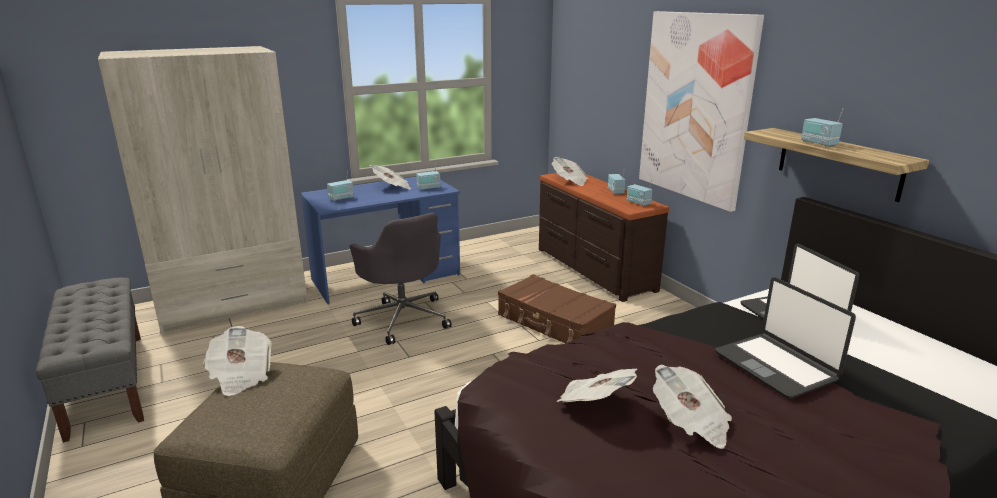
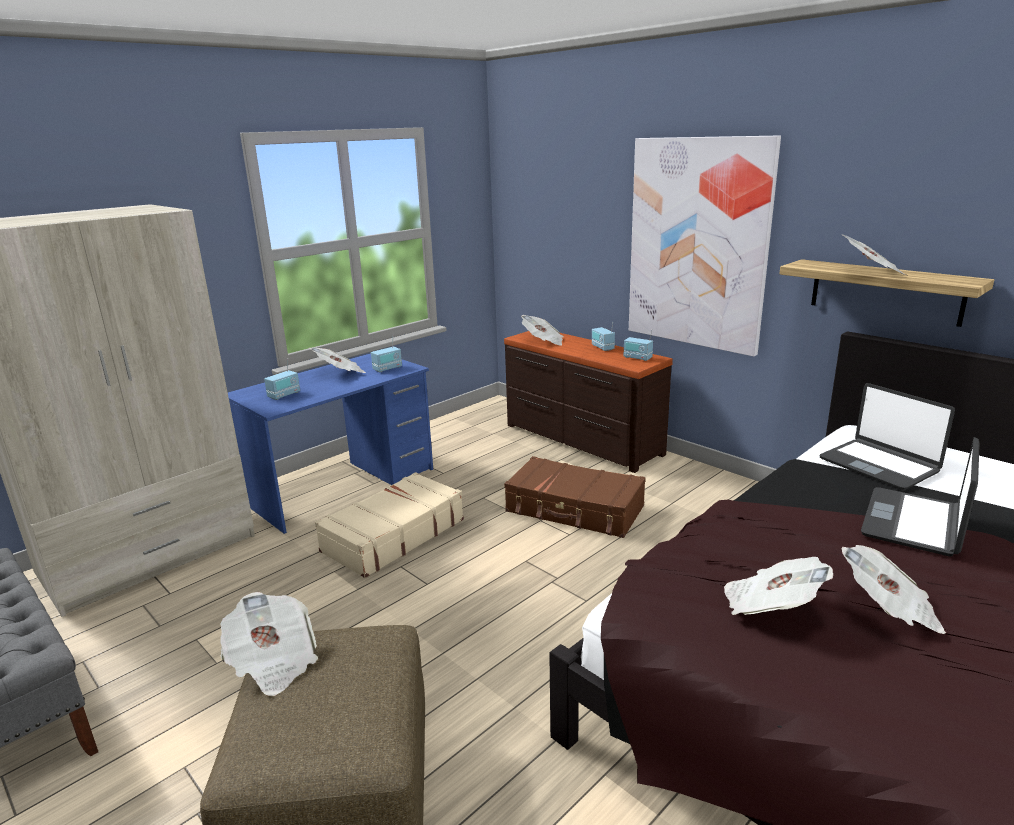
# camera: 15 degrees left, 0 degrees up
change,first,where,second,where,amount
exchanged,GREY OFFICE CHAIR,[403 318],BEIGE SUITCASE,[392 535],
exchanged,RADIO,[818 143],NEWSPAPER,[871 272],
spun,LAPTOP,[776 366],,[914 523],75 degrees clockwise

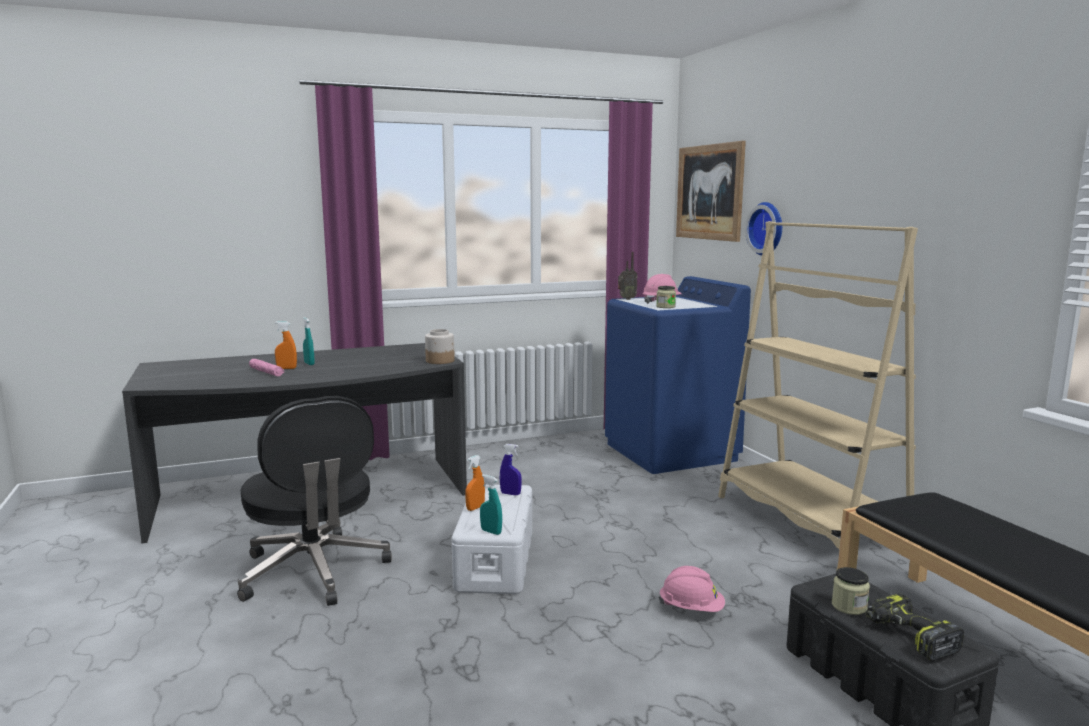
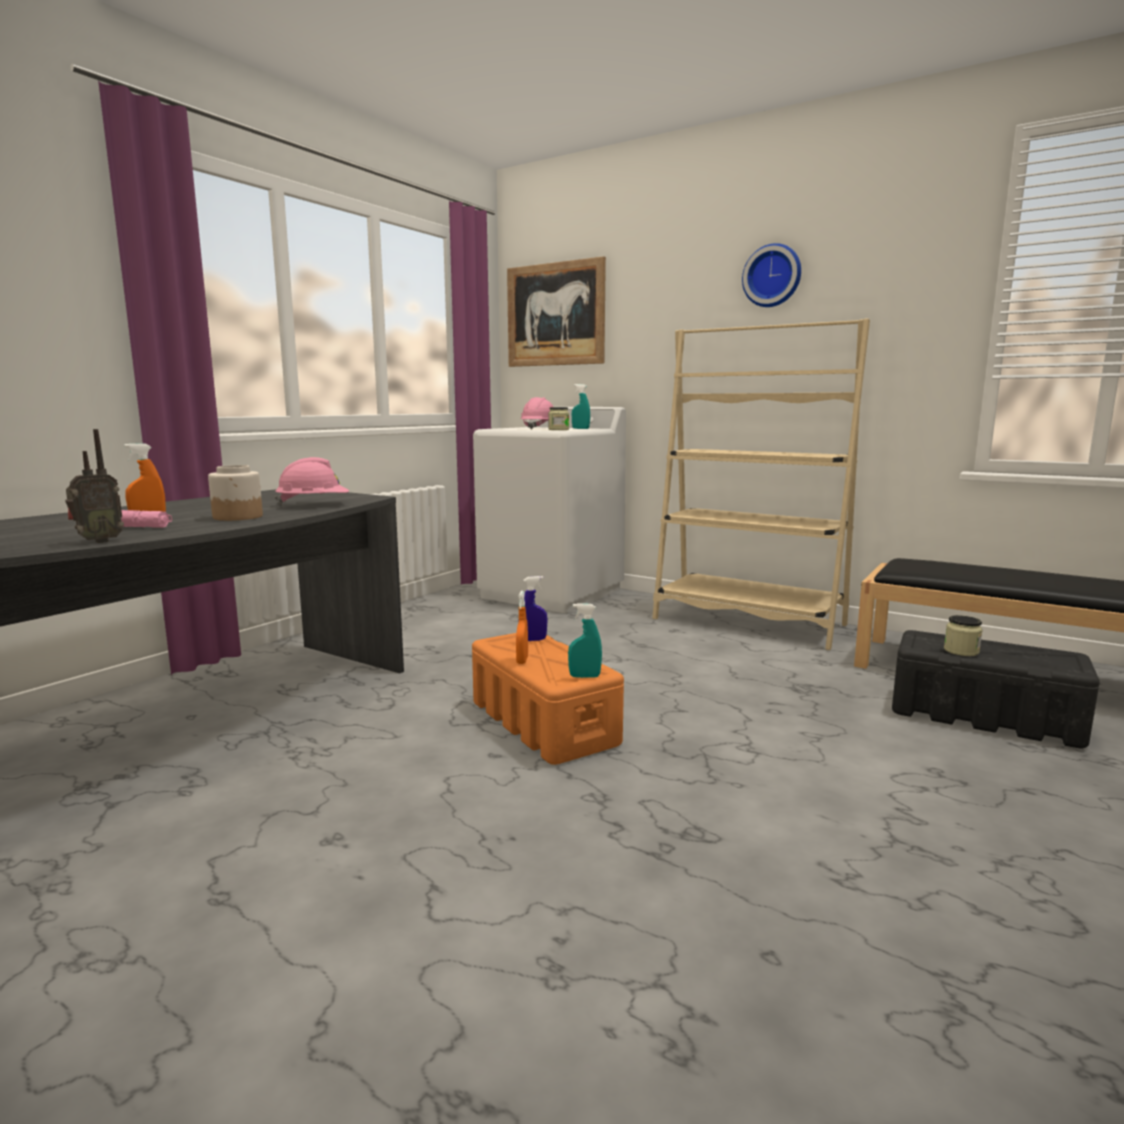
# camera: 35 degrees left, 0 degrees up
change,first,where,second,where,amount
missing,BLACK OFFICE CHAIR,[314 571],,,
missing,POWER DRILL,[908 637],,,
relocated,TURQUOISE SPRAY BOTTLE,[309 364],,[580 429],
relocated,JAR,[440 361],,[238 517],
relocated,RADIO,[626 299],,[97 541],
relocated,PINK HARD HAT,[691 609],,[314 505],
relocated,WALL CLOCK,[768 228],,[772 276],
colour,WHITE STORAGE BOX,[495 560],ORANGE STORAGE BOX,[542 722],
colour,BLUE WASHING MACHINE,[671 452],WHITE WASHING MACHINE,[552 593],

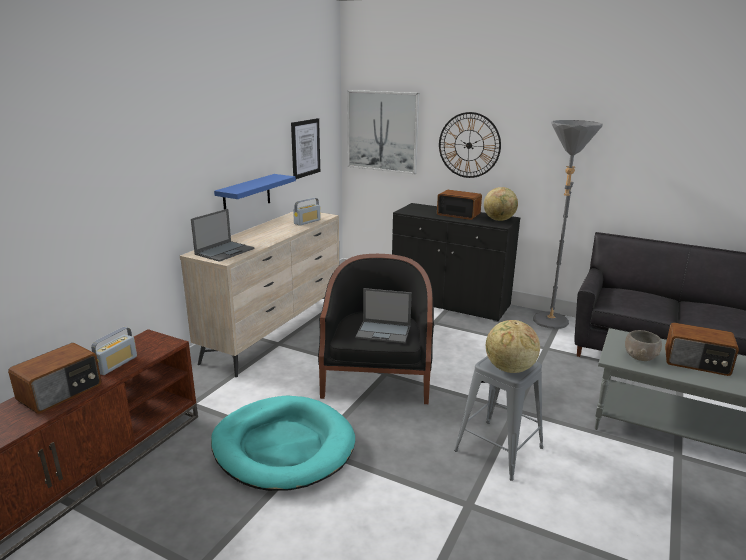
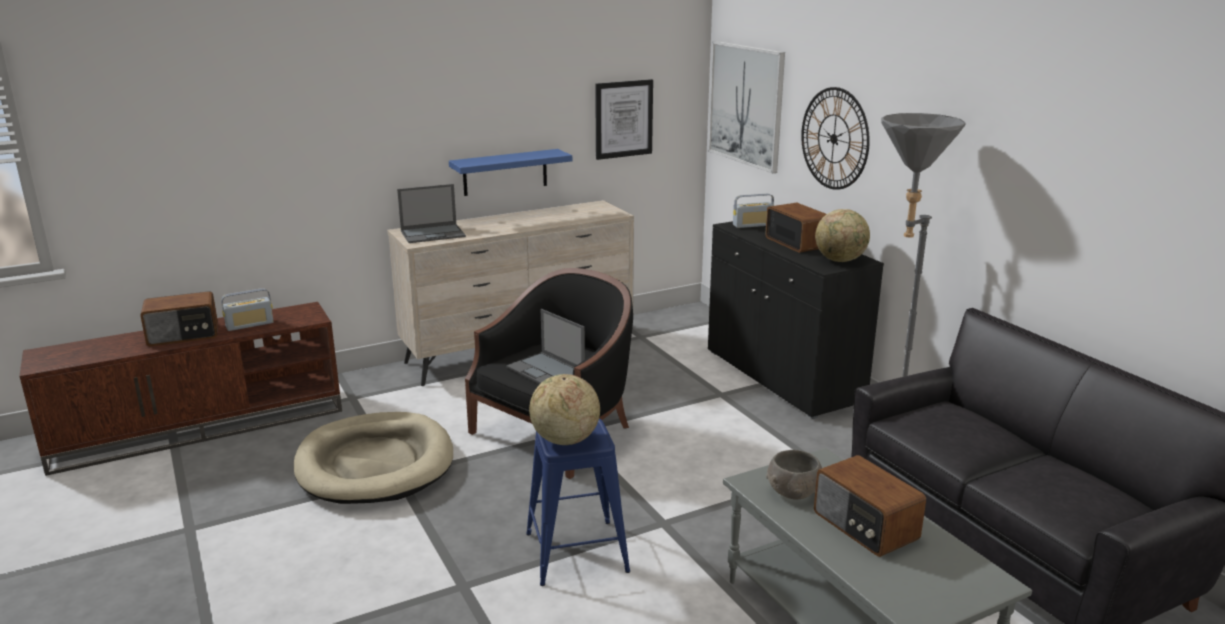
# camera: 35 degrees right, 0 degrees up
change,first,where,second,where,amount
relocated,RADIO,[307 222],,[752 225],
colour,TURQUOISE DOG BED,[283 446],BEIGE DOG BED,[375 464],
colour,GREY STOOL,[498 449],BLUE STOOL,[576 552],

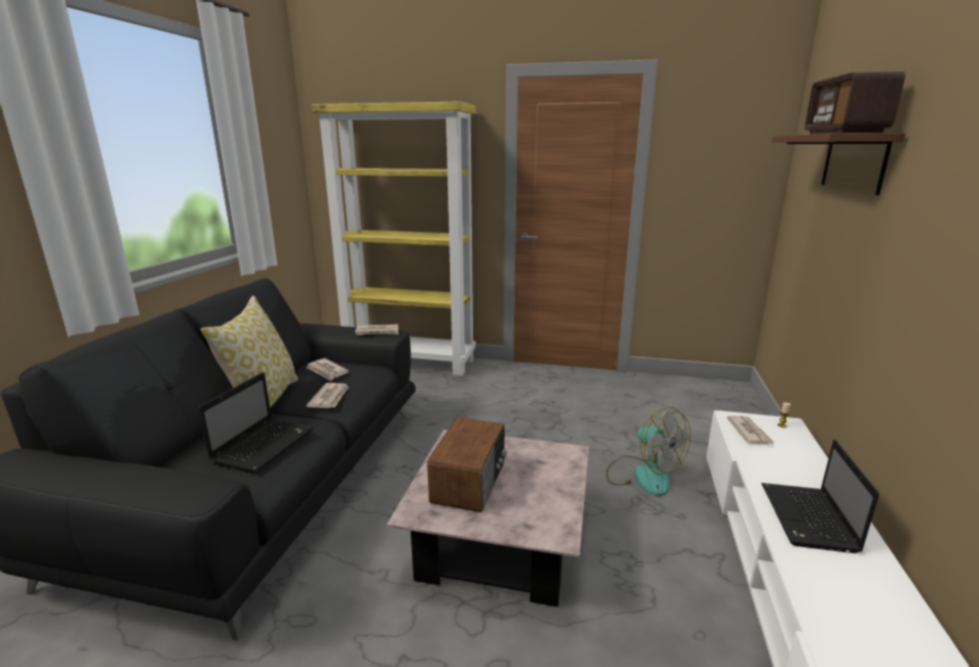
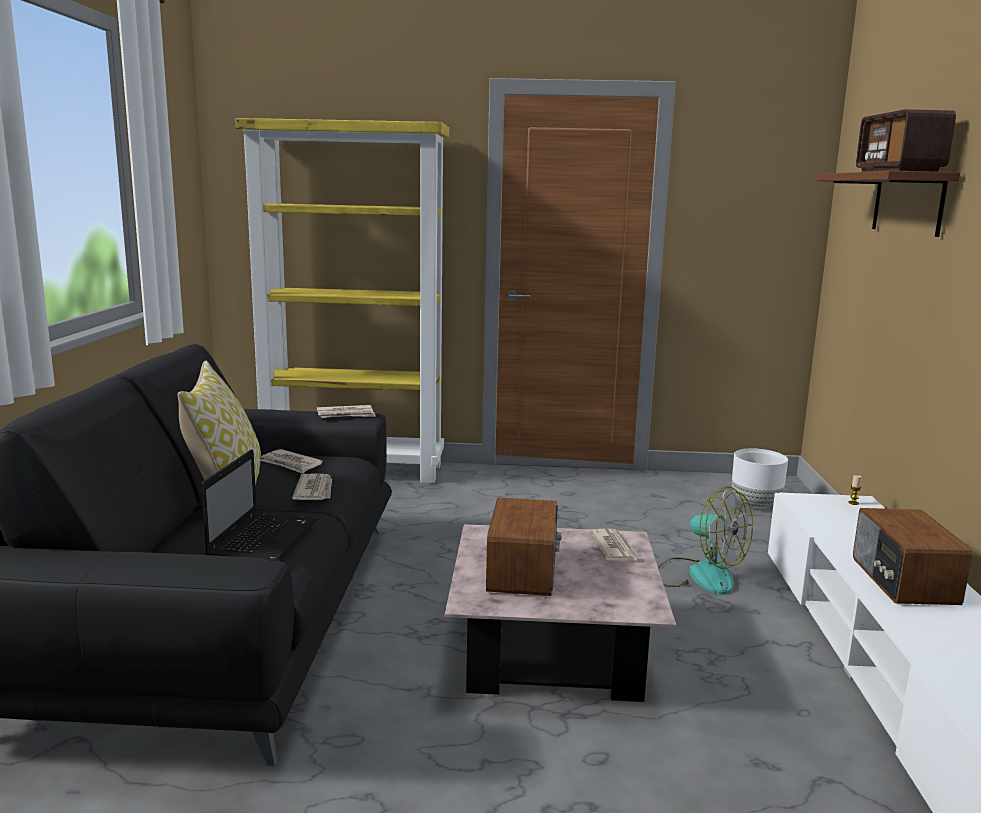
# camera: 10 degrees left, 5 degrees down
change,first,where,second,where,amount
appeared,,,WHITE PLANTER,[754 505],
relocated,NEWSPAPER,[749 432],,[613 548],
exchanged,LAPTOP,[809 519],RADIO,[902 581],

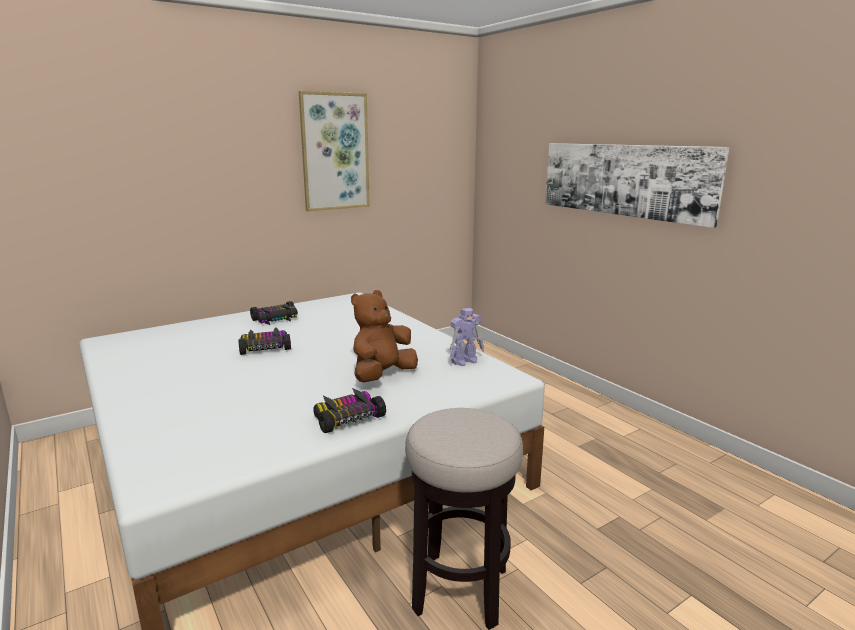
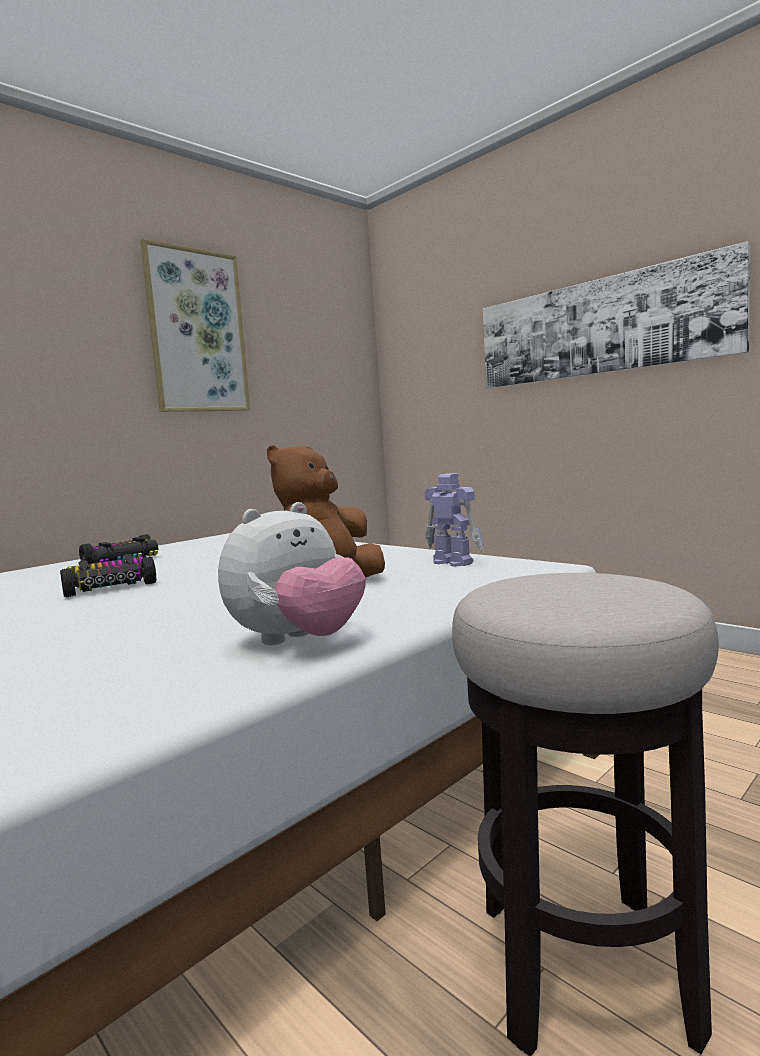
# camera: 10 degrees left, 10 degrees down
change,first,where,second,where,amount
exchanged,TOY CAR,[348 418],PLUSH TOY,[298 641],
spun,TOY ROBOT,[465 361],,[452 562],90 degrees counterclockwise

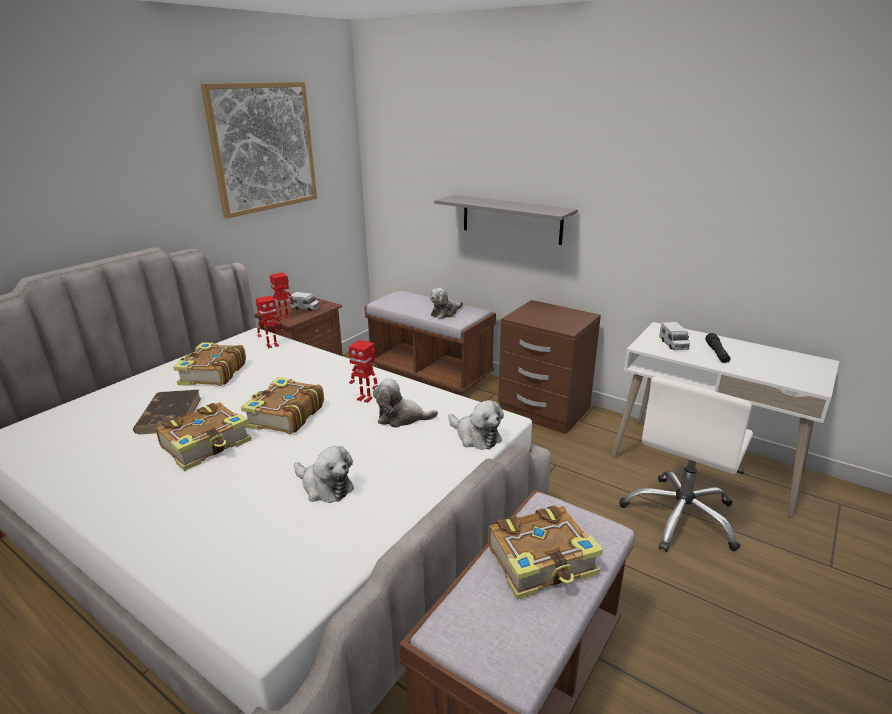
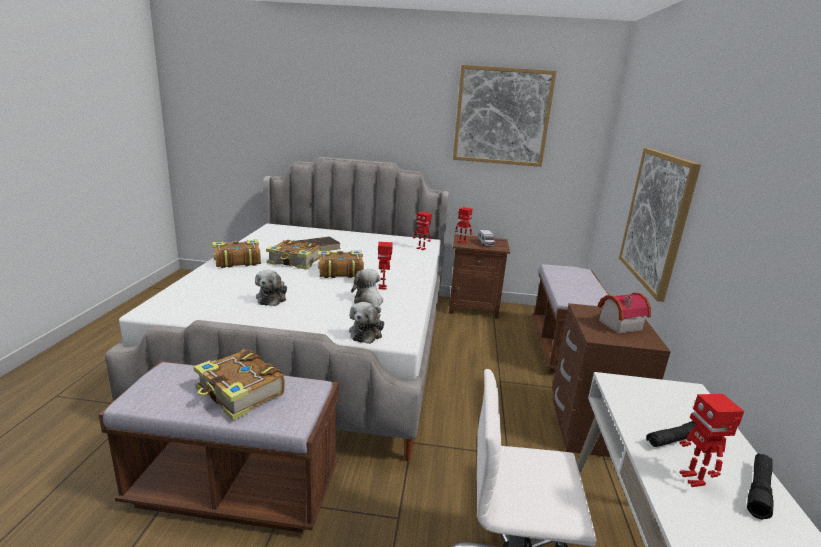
# camera: 60 degrees right, 5 degrees down
change,first,where,second,where,amount
missing,PLUSH TOY,[445 313],,,
missing,TOY TRUCK,[673 344],,,
appeared,,,TOY HOUSE,[617 324],
appeared,,,TOY ROBOT,[693 479],
appeared,,,BLACK FLASHLIGHT,[758 490],
relocated,BOOK,[212 374],,[236 261],
exchanged,GREY SHELF,[511 219],PICTURE,[656 219],

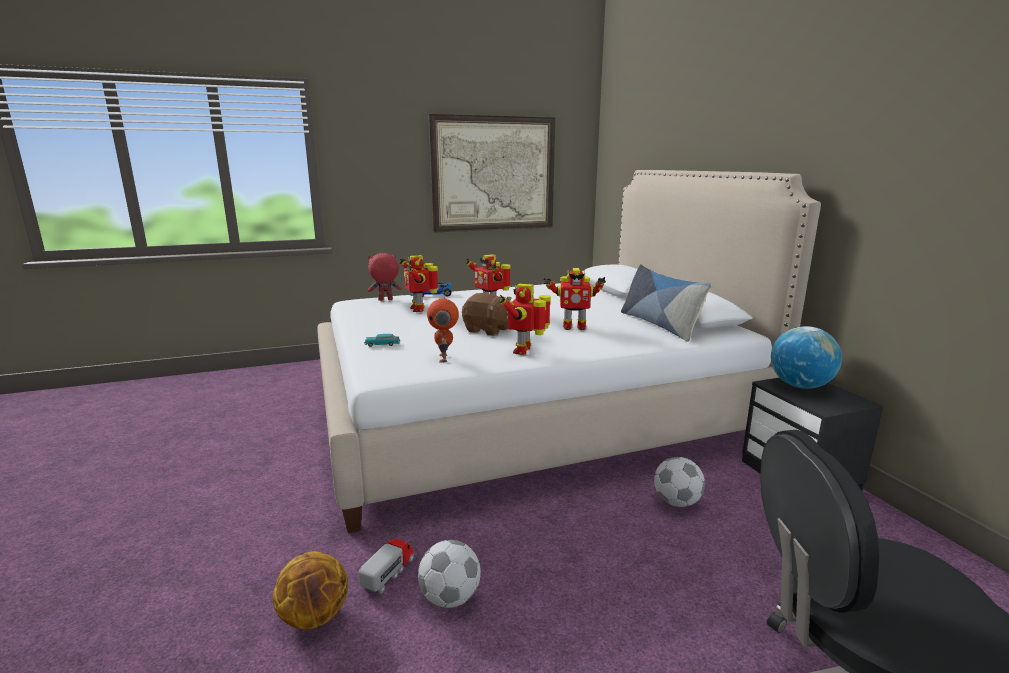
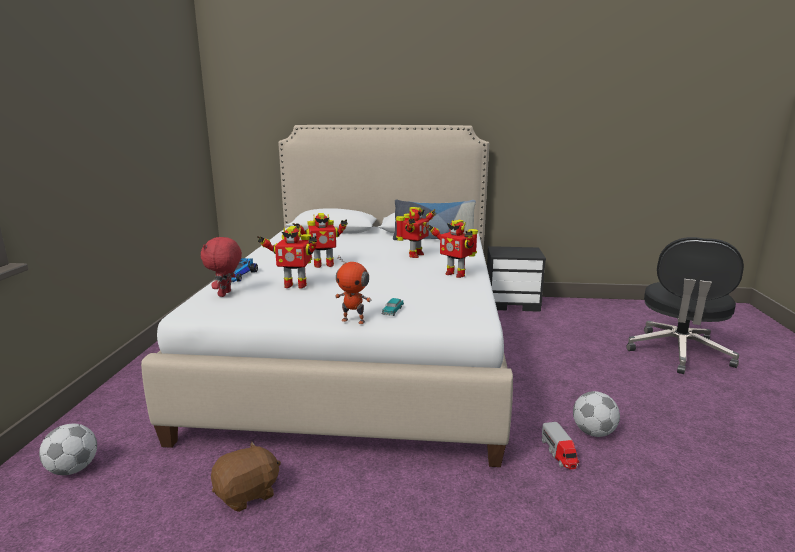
# camera: 65 degrees left, 0 degrees up
change,first,where,second,where,amount
missing,BASKETBALL,[315 617],,,
missing,PICTURE,[494 174],,,
missing,GLOBE,[800 386],,,
relocated,TOY ROBOT,[444 358],,[353 320],
relocated,BROWN PLUSH TOY,[488 330],,[247 494],
relocated,FOOTBALL,[677 502],,[74 469],
spun,TOY TRUCK,[389 572],,[559 453],150 degrees counterclockwise

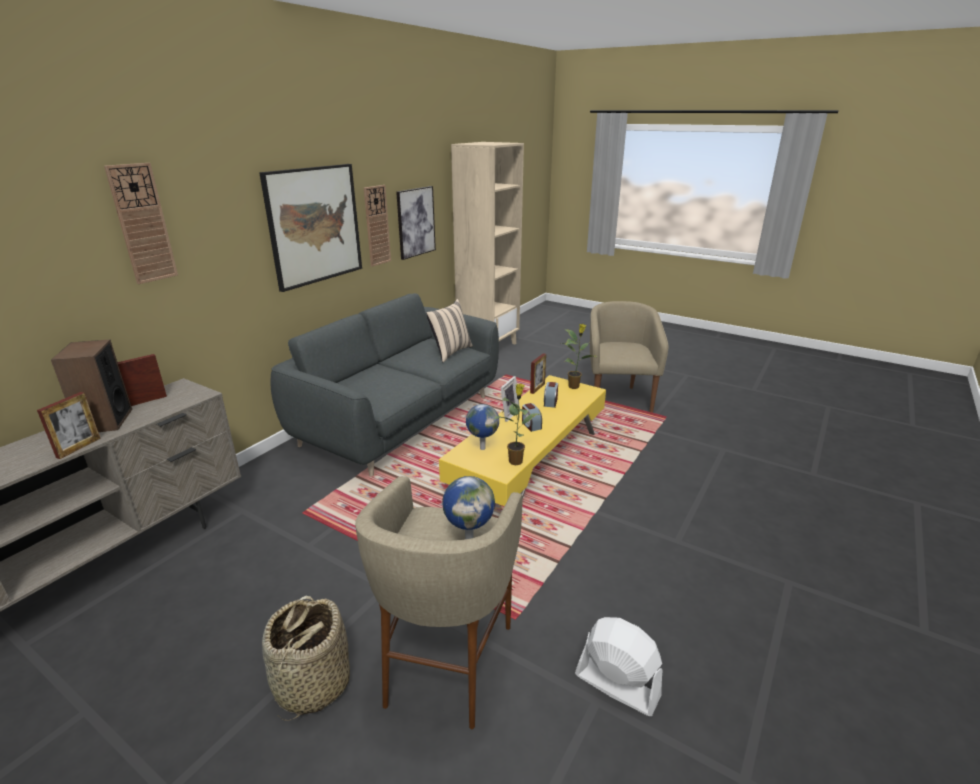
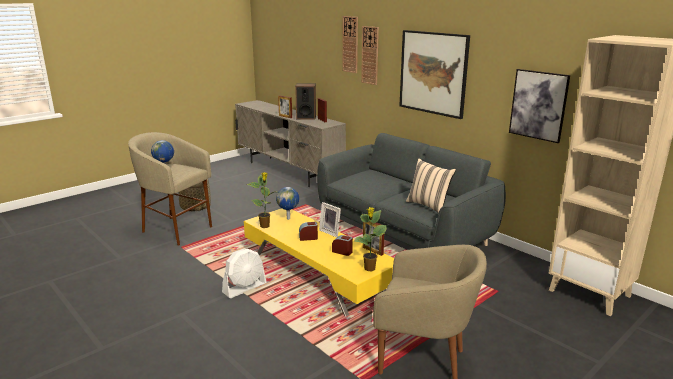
# camera: 105 degrees right, 5 degrees down
change,first,where,second,where,amount
relocated,WALL CLOCK,[377 225],,[370 55],
relocated,WHITE FAN,[616 685],,[245 288],

